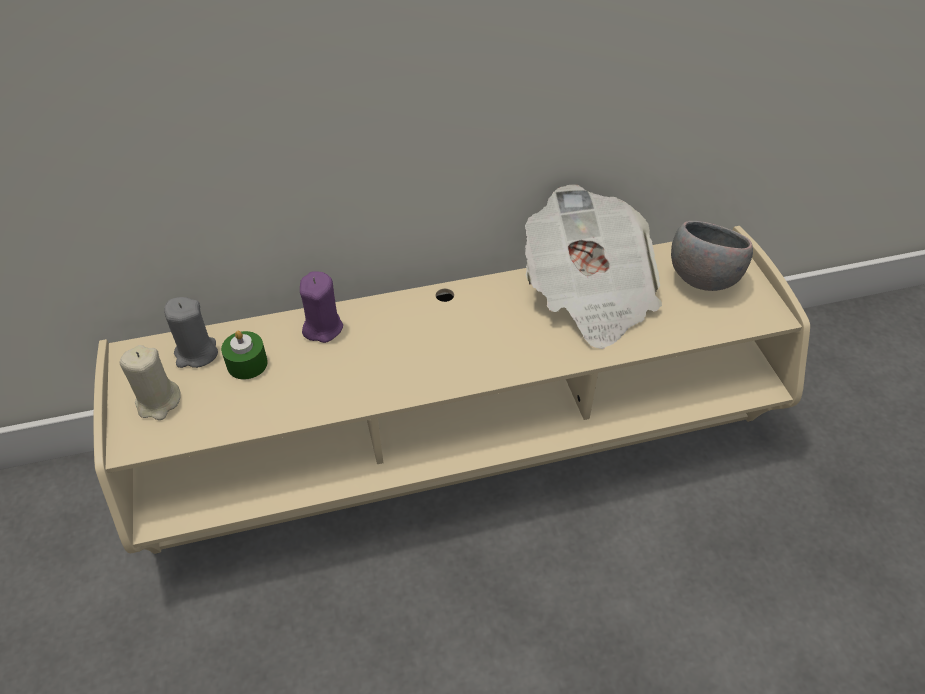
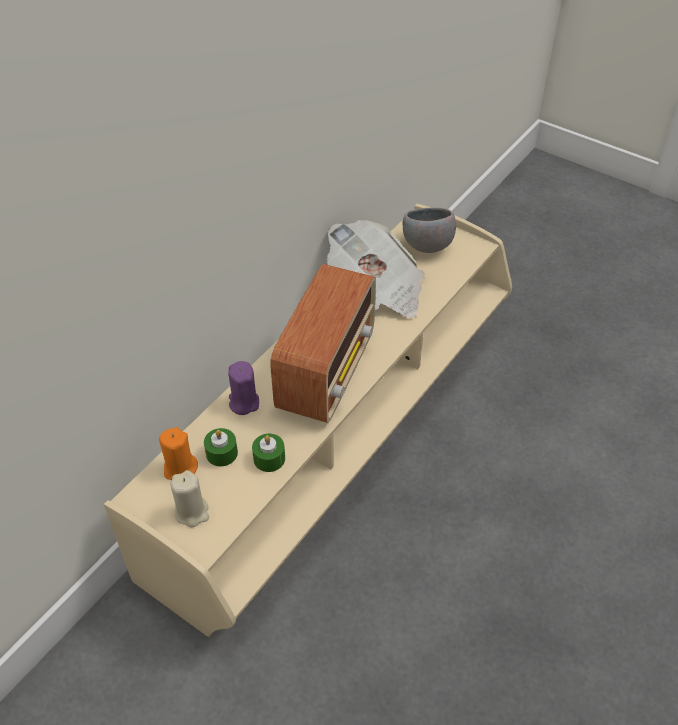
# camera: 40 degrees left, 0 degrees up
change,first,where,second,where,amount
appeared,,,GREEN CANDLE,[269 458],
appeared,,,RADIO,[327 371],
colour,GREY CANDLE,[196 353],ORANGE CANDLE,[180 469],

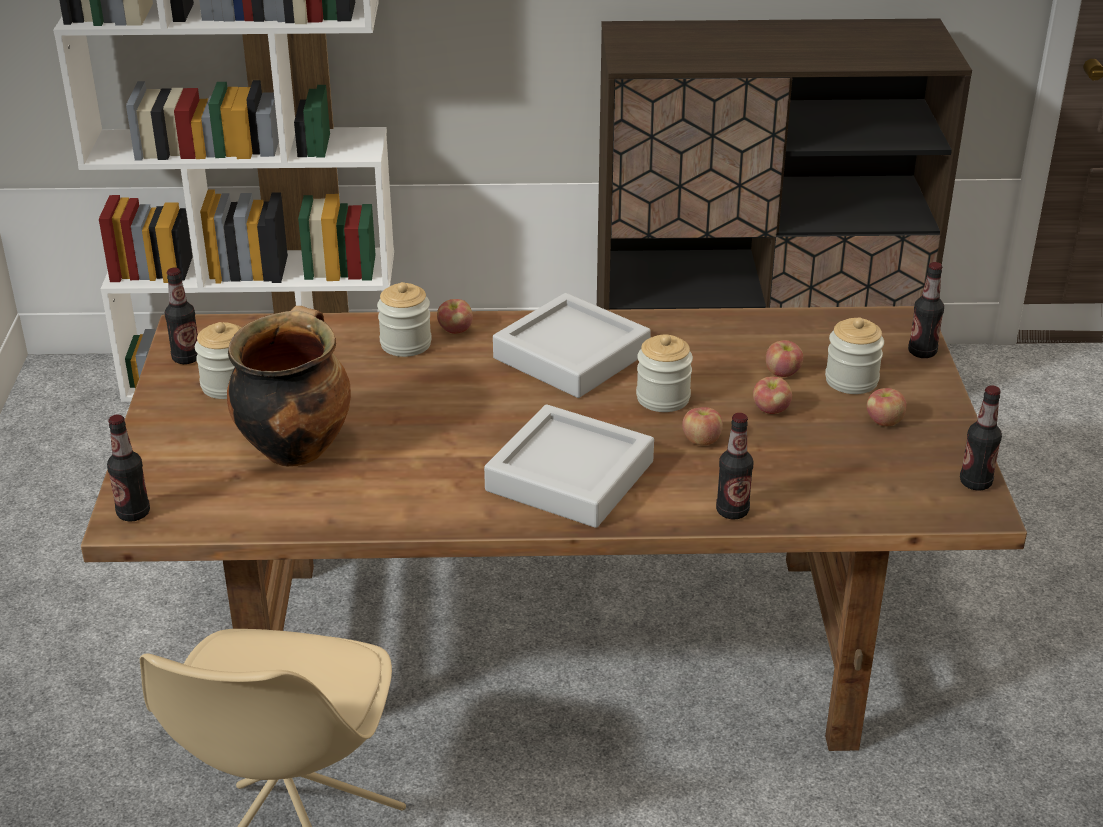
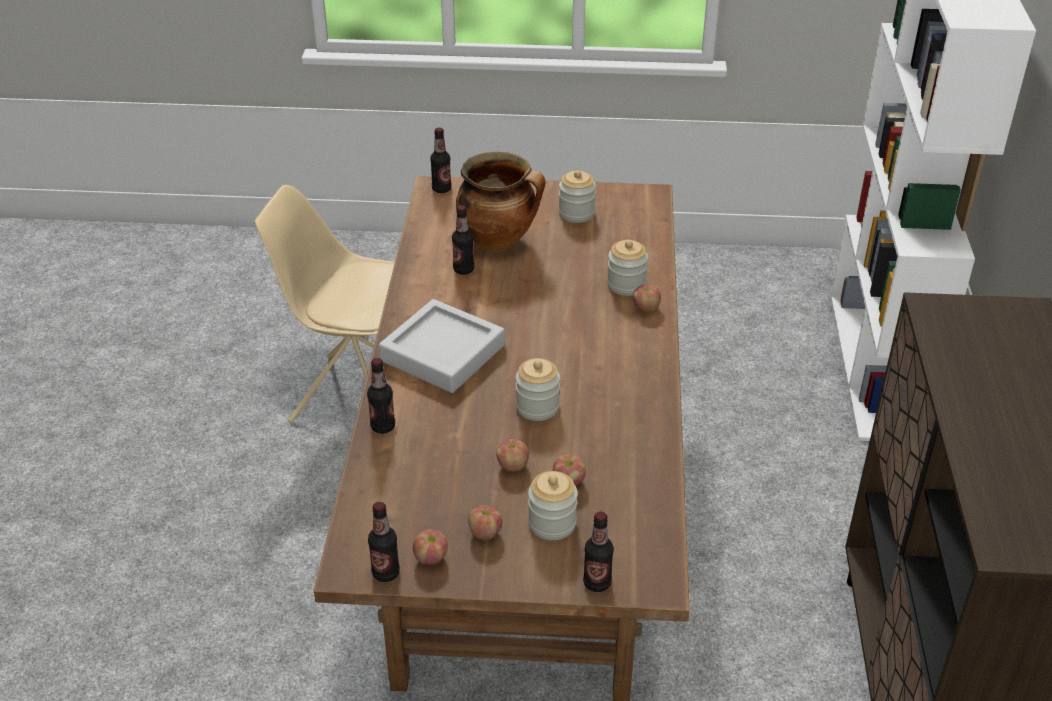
# camera: 95 degrees right, 5 degrees up
change,first,where,second,where,amount
missing,GREY TRAY,[571 355],,,
relocated,BOTTLE,[186 358],,[463 269],
relocated,APPLE,[701 440],,[431 558],

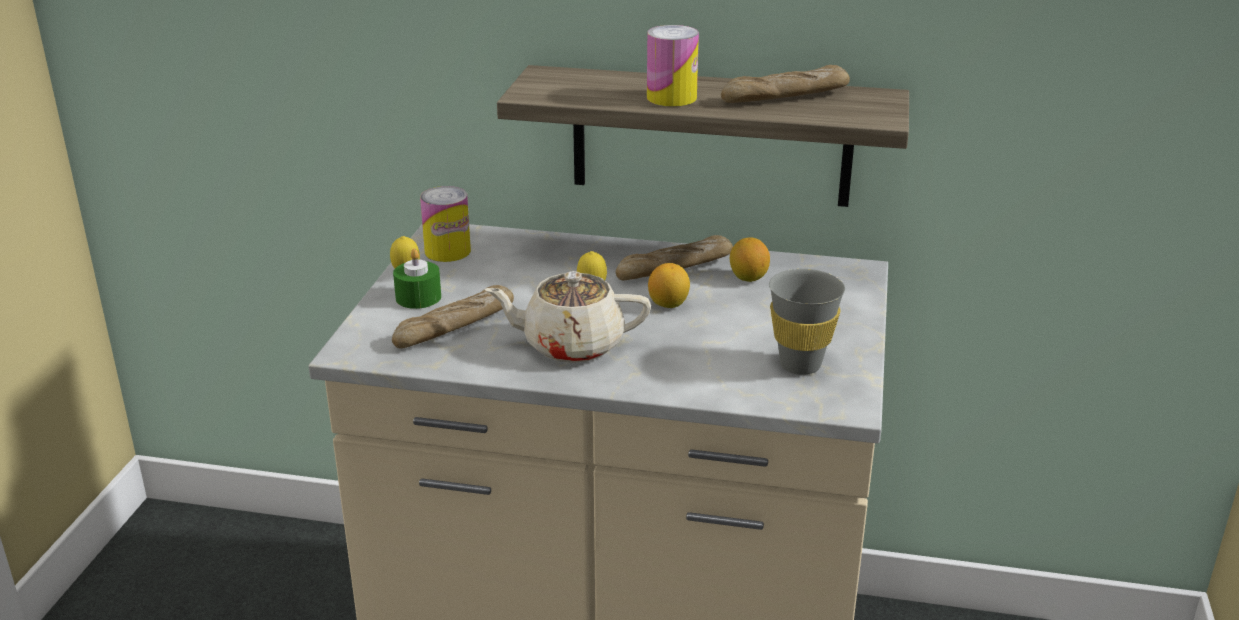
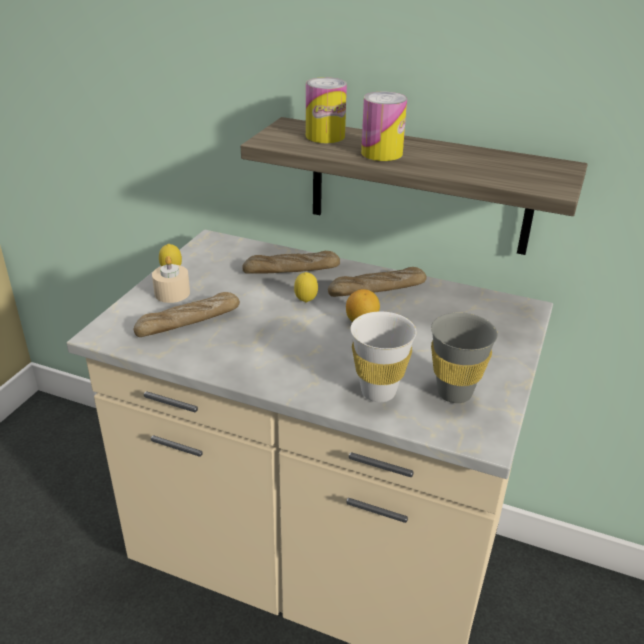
# camera: 10 degrees right, 5 degrees up
change,first,where,second,where,amount
missing,BEIGE TEAPOT,[571 345],,,
missing,LEMON,[748 278],,,
appeared,,,WHITE CUP,[378 392],
relocated,CAN,[447 251],,[325 136],
relocated,BREAD,[785 97],,[291 271],
colour,GREEN CANDLE,[418 297],BEIGE CANDLE,[172 293],

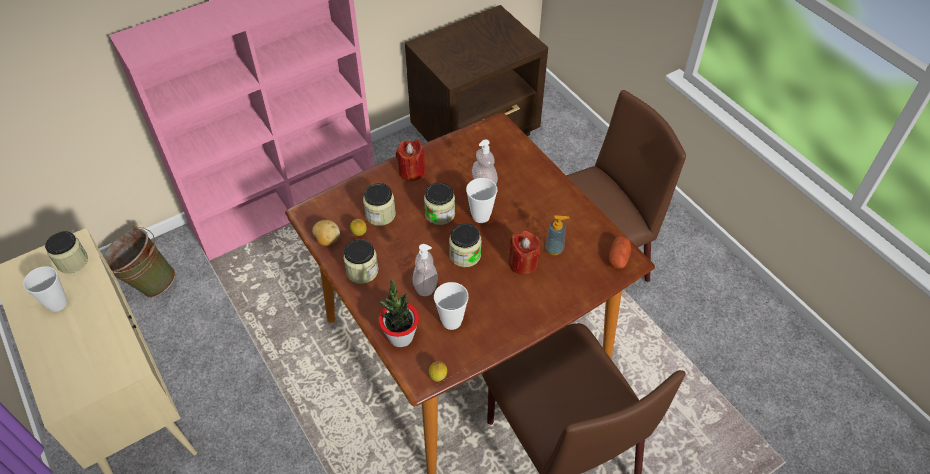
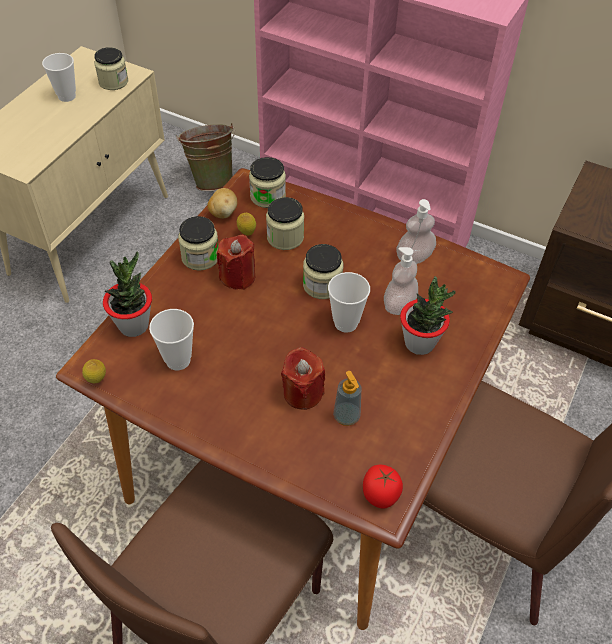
# camera: 60 degrees right, 0 degrees up
change,first,where,second,where,amount
appeared,,,POTTED PLANT,[420 343],
relocated,RED CANDLE,[411 171],,[238 277],
relocated,SOAP DISPENSER,[425 286],,[414 257],
relocated,JAR,[465 255],,[268 196],
exchanged,POTATO,[618 258],TOMATO,[380 495],

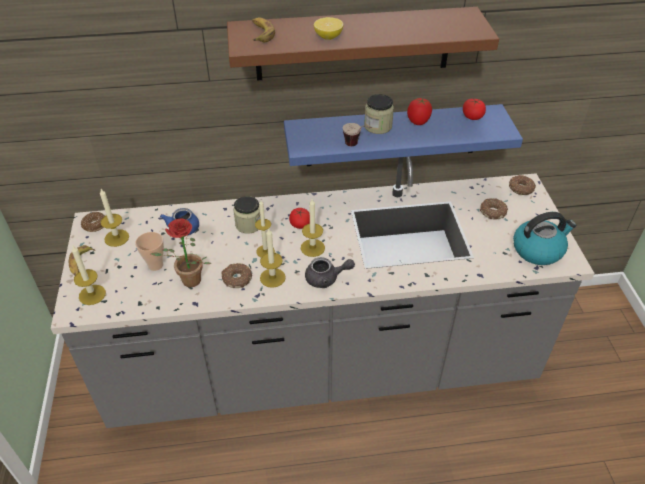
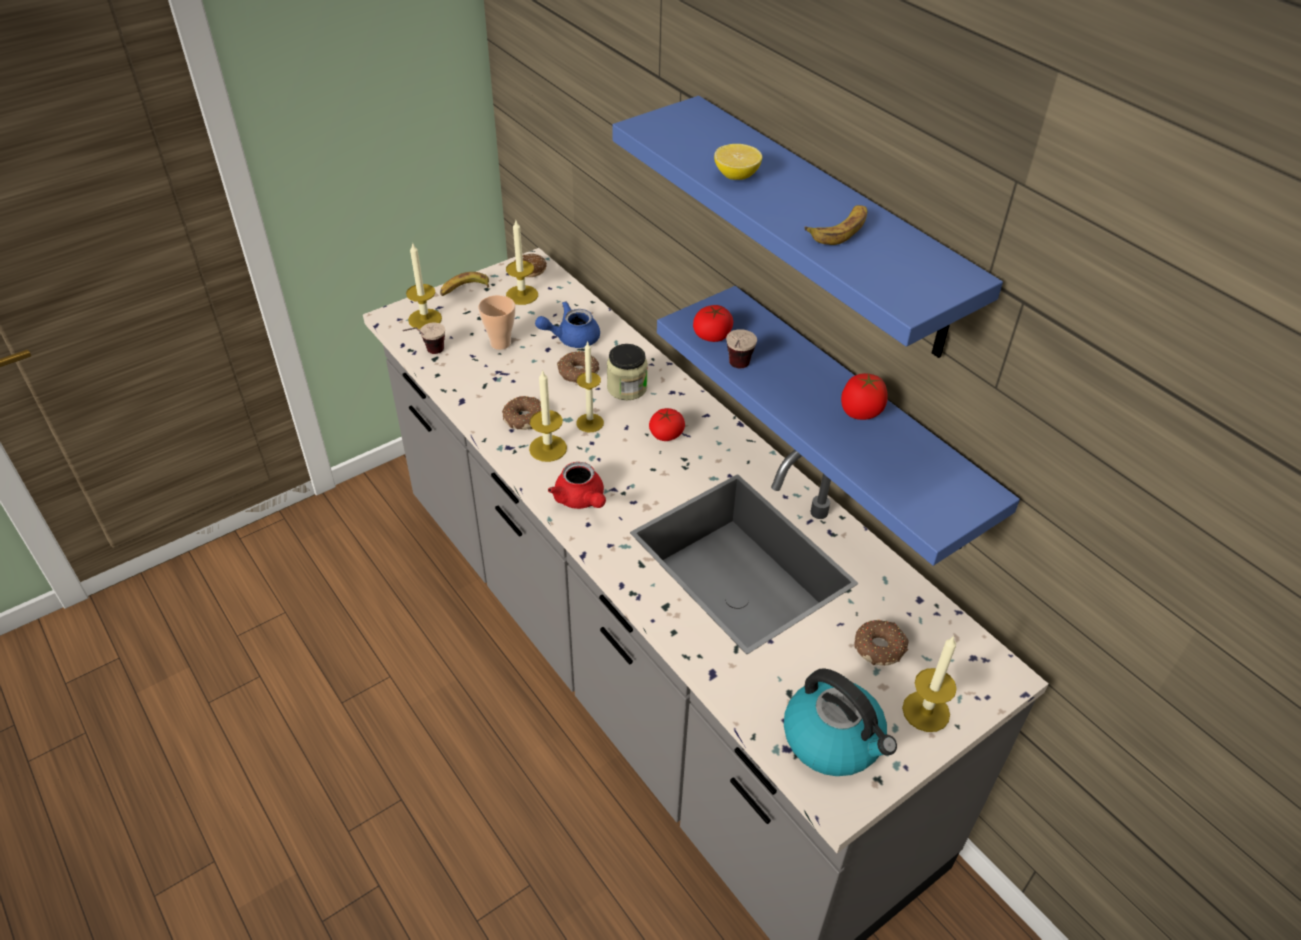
# camera: 60 degrees right, 0 degrees up
change,first,where,second,where,amount
missing,POTTED PLANT,[188 282],,,
missing,JAR,[378 126],,,
appeared,,,CUP,[427 353],
relocated,BANANA,[260 33],,[840 229],
relocated,CANDLE,[312 248],,[926 711],
relocated,TOMATO,[472 116],,[712 335],
relocated,DONUT,[521 189],,[577 373],
colour,BROWN SHELF,[353 44],BLUE SHELF,[826 226],
colour,GREY TEAPOT,[326 279],RED TEAPOT,[581 500],

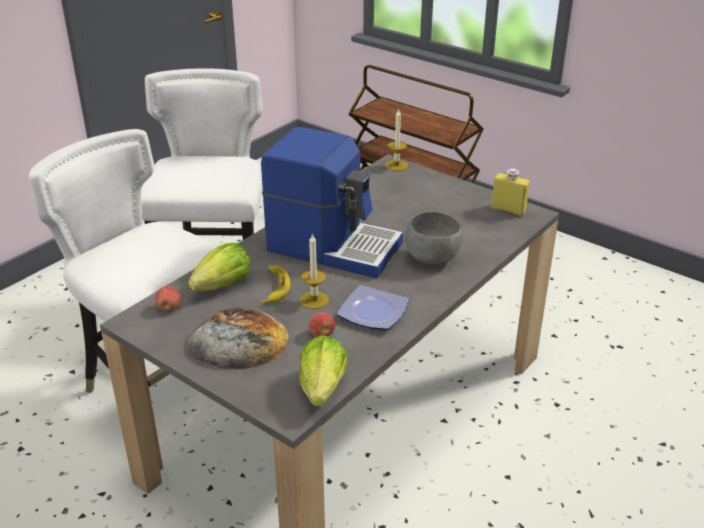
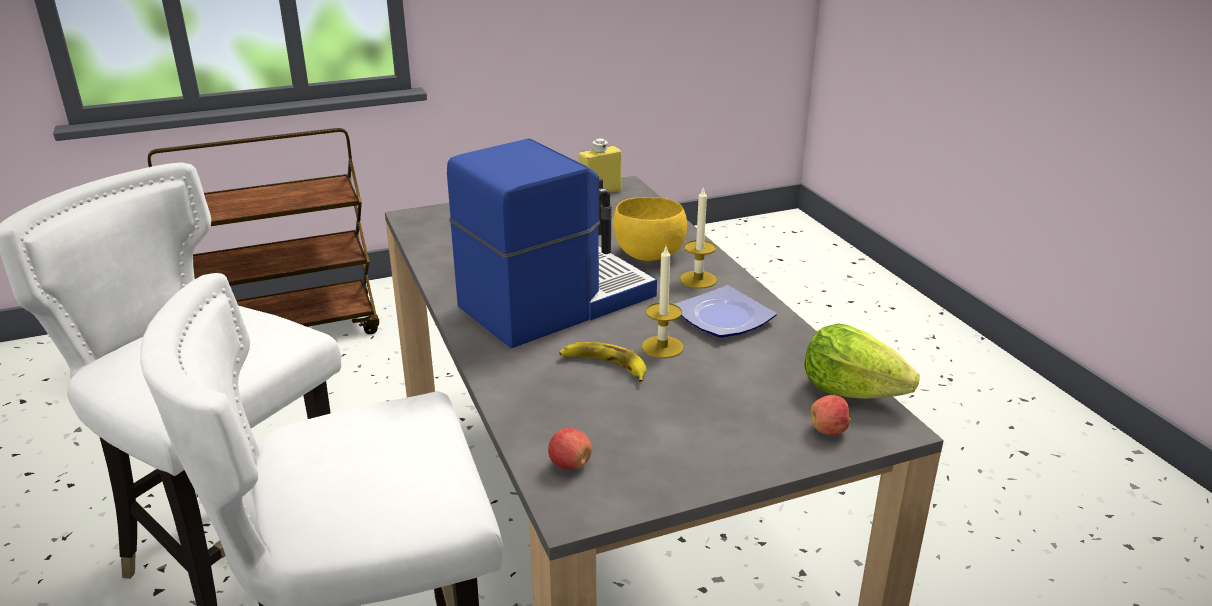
# camera: 60 degrees left, 5 degrees down
change,first,where,second,where,amount
missing,BREAD,[238 341],,,
missing,LETTUCE,[223 285],,,
relocated,APPLE,[322 334],,[828 430],
relocated,CANDLE,[396 165],,[698 279],
colour,GREY BOWL,[431 258],YELLOW BOWL,[647 255],

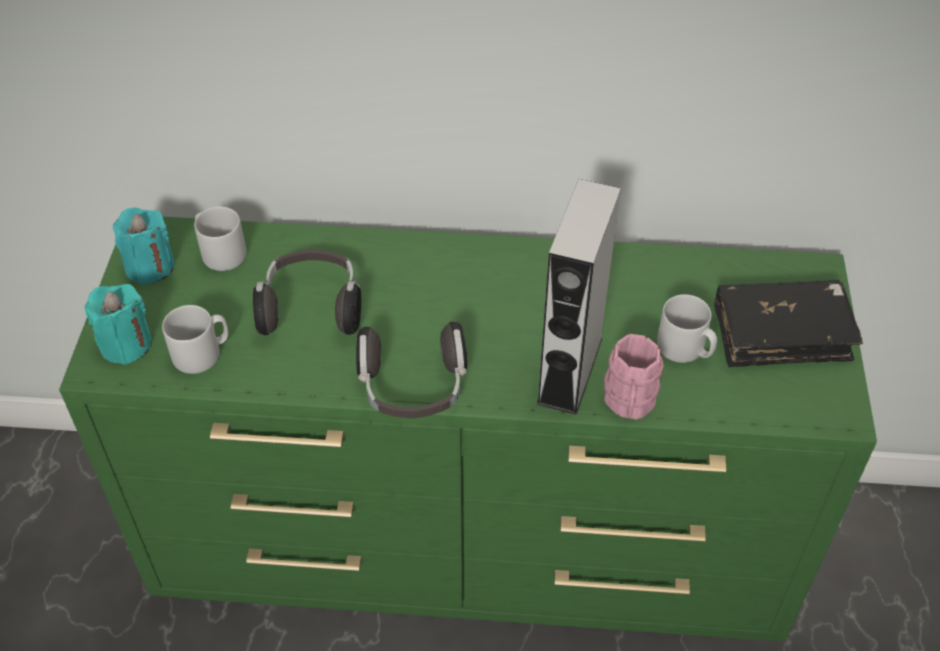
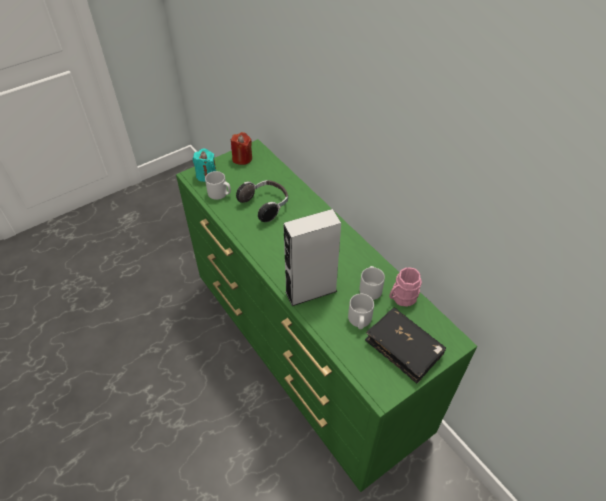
# camera: 50 degrees right, 0 degrees up
change,first,where,second,where,amount
missing,HEADPHONES,[413 389],,,
relocated,GREY MUG,[220 253],,[370 288],
relocated,PINK MUG,[629 404],,[401 298],
colour,TURQUOISE CANDLE,[150 266],RED CANDLE,[242 158],

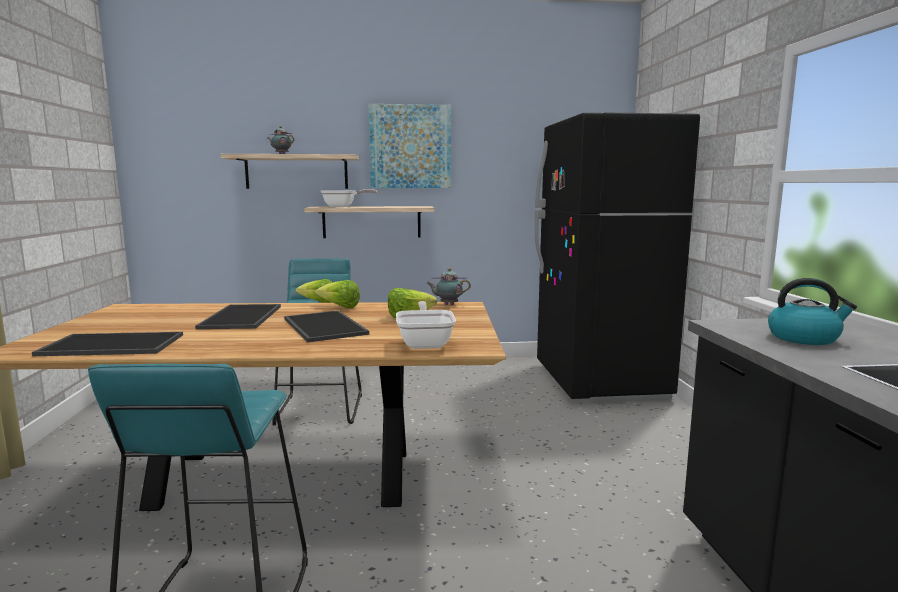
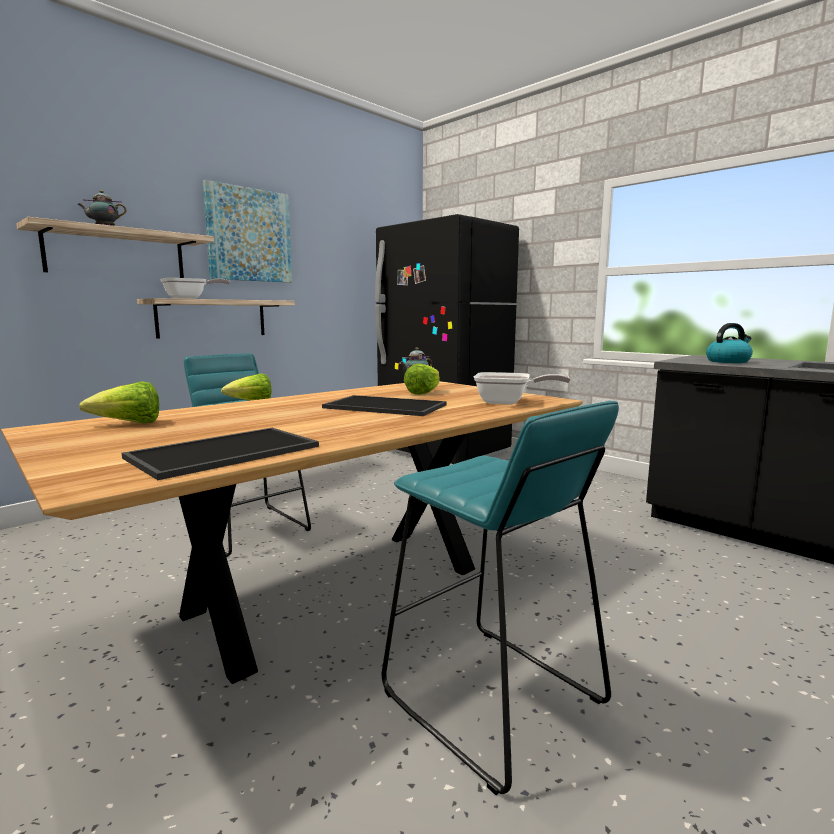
# camera: 40 degrees left, 0 degrees up
change,first,where,second,where,amount
missing,TRAY,[243 317],,,
relocated,LETTUCE,[340 307],,[129 424],
spun,FRYING PAN,[425 343],,[508 402],150 degrees clockwise

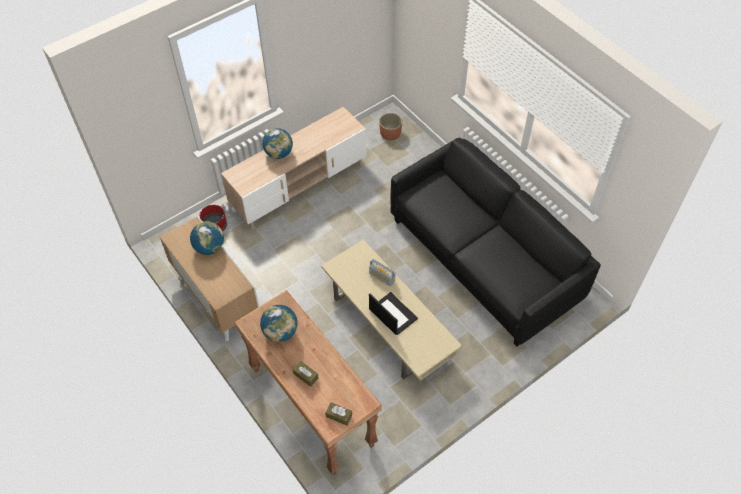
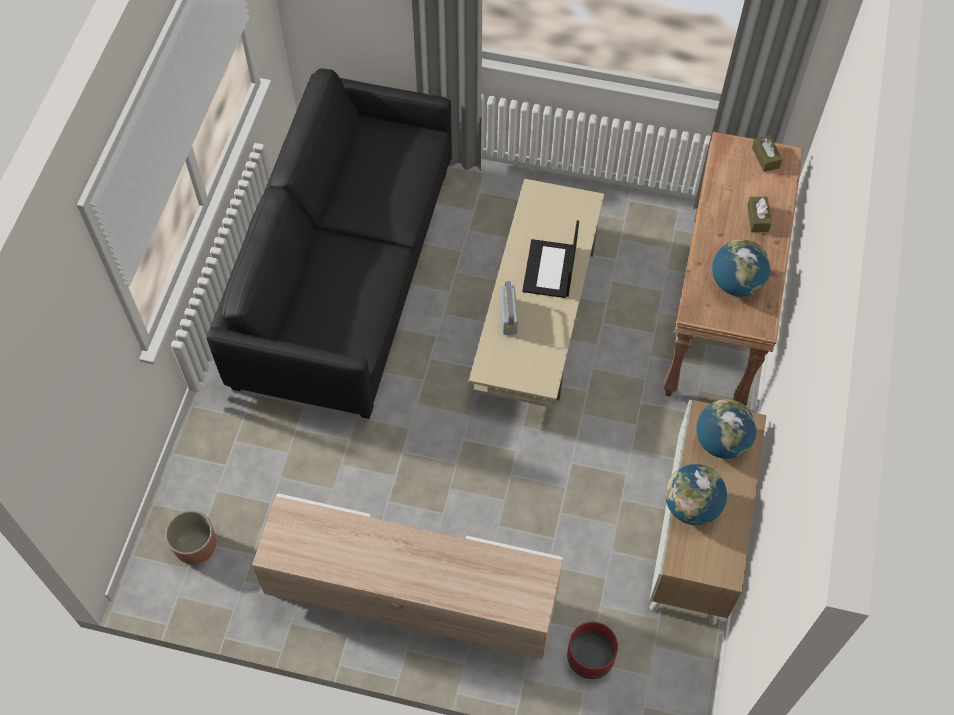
# camera: 130 degrees left, 5 degrees up
change,first,where,second,where,amount
relocated,GLOBE,[279 153],,[721 442],

